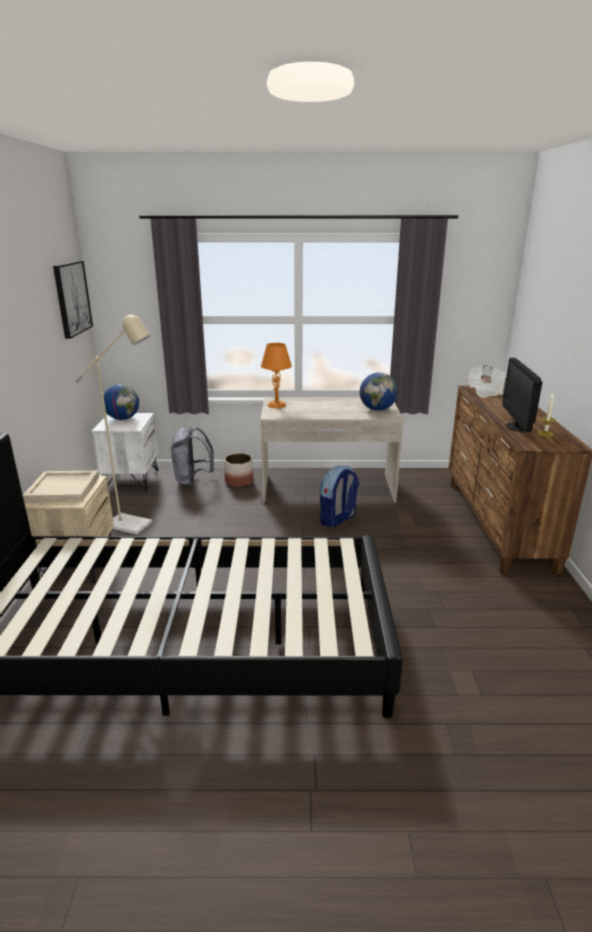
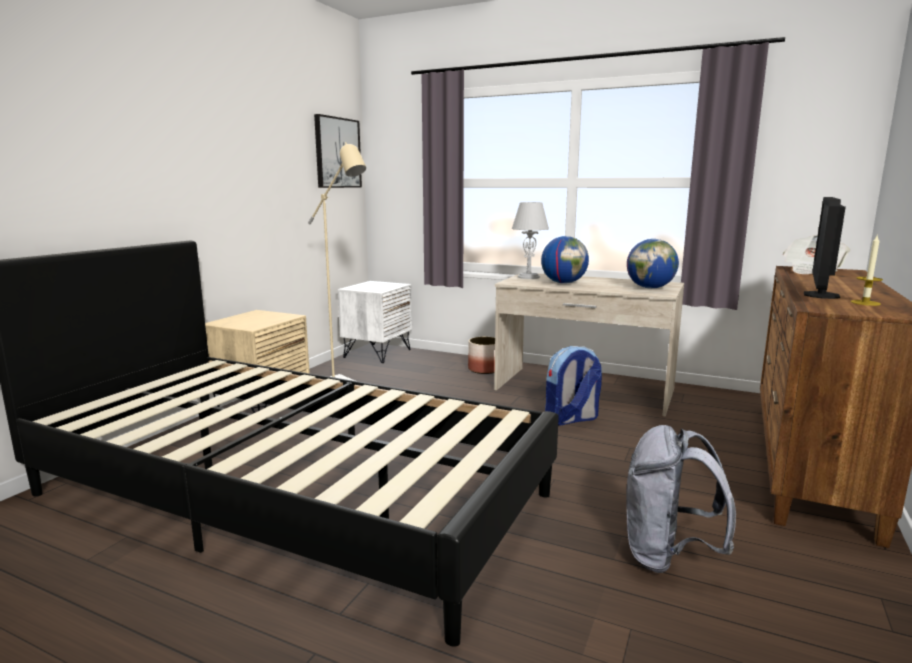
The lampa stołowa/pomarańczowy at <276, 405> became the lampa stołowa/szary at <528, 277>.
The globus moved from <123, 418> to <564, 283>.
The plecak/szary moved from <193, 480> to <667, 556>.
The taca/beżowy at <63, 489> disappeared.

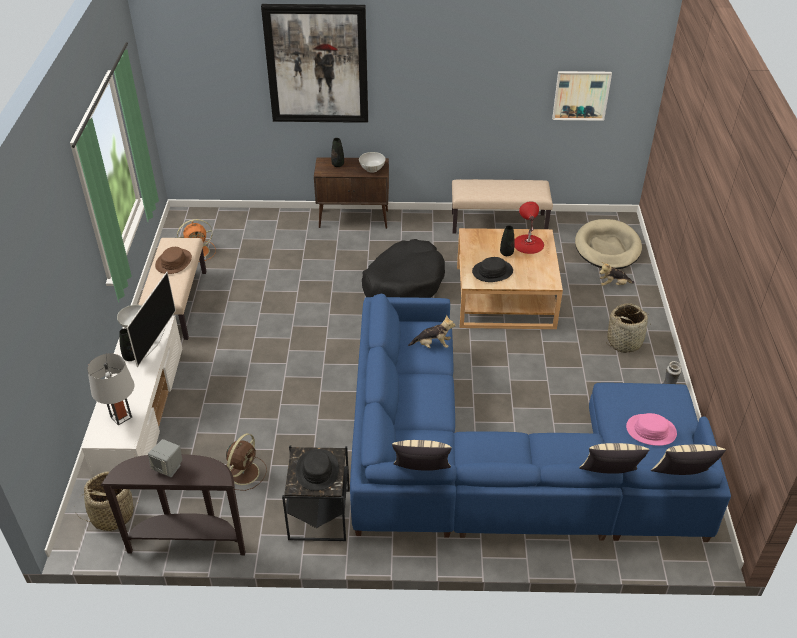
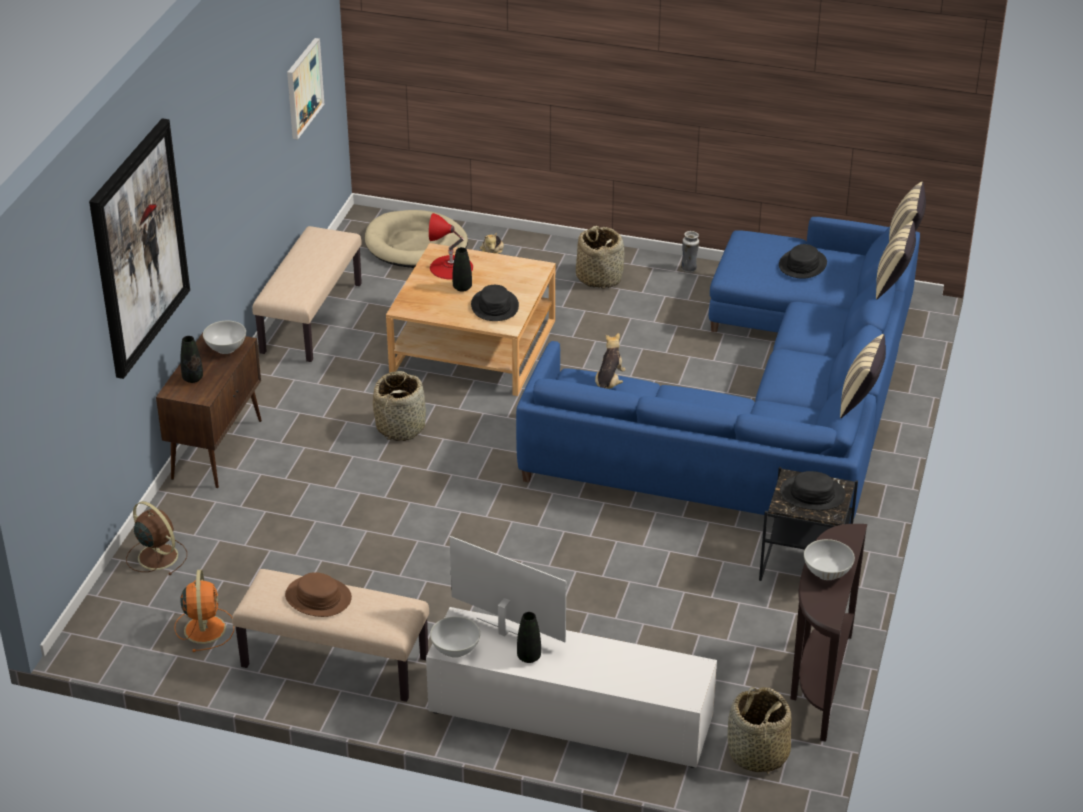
The legowisko/czarny at <403, 283> was replaced by the koszyk at <401, 427>.
The lampa stołowa/szary at <121, 417> disappeared.
The kapelusz/różowy at <651, 430> became the kapelusz/czarny at <802, 265>.
The wentylator/brązowy moved from <245, 472> to <156, 556>.
The głośnik/szary at <168, 468> was replaced by the miska/biały at <827, 572>.

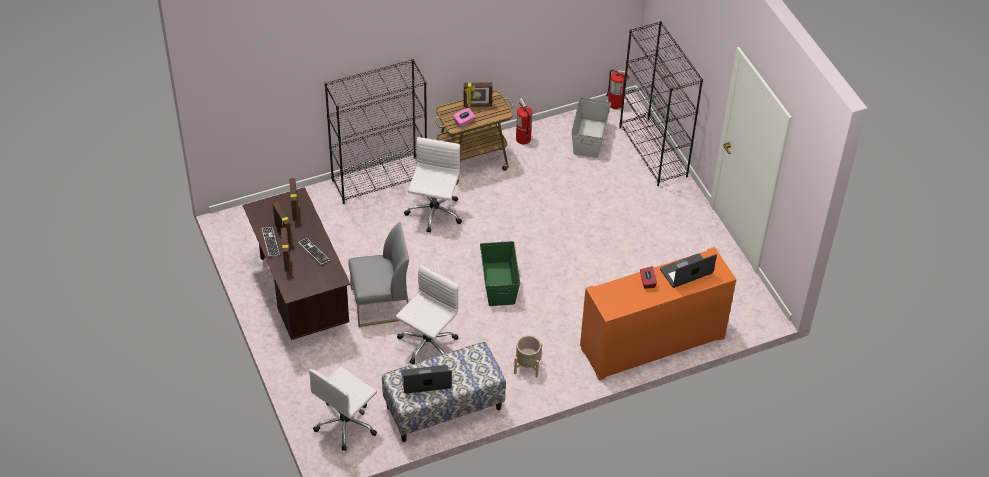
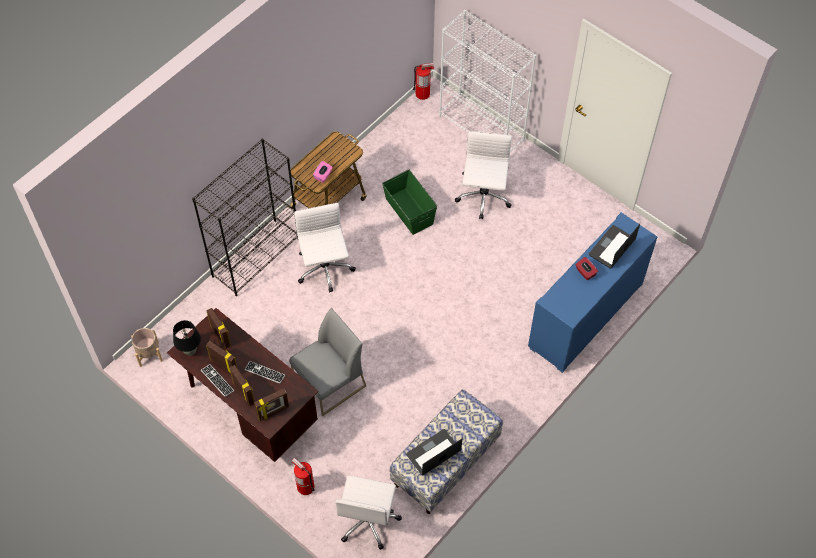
The regał/czarny at <653, 152> became the regał/biały at <482, 128>.
The ramka na zdjęcie moved from <477, 105> to <273, 412>.
The pojemnik do przechowywania/szary at <589, 138> disappeared.
The gaśnica moved from <523, 139> to <305, 487>.
The pojemnik do przechowywania/zielony moved from <498, 284> to <409, 211>.
The szafka/pomarańczowy at <652, 342> became the szafka/niebieski at <586, 315>.
The krzesło biurowe/biały moved from <427, 345> to <483, 198>.
The donica/beżowy moved from <527, 366> to <149, 354>.
The lampa stołowa/czarny at <190, 351> appeared.

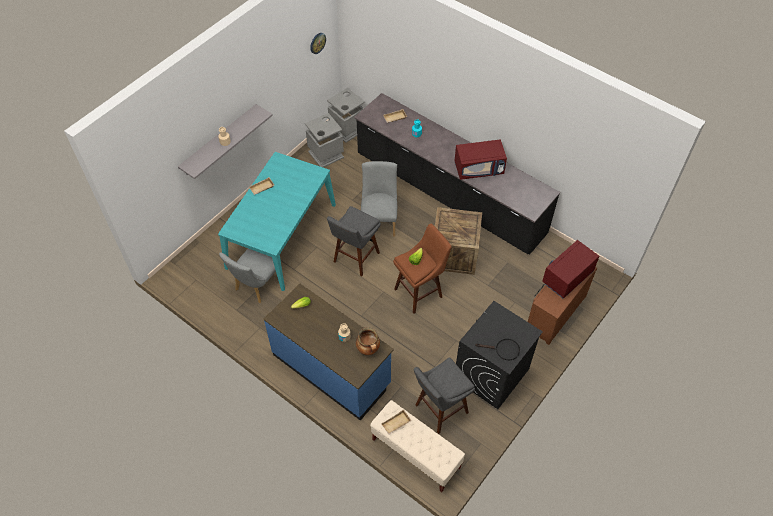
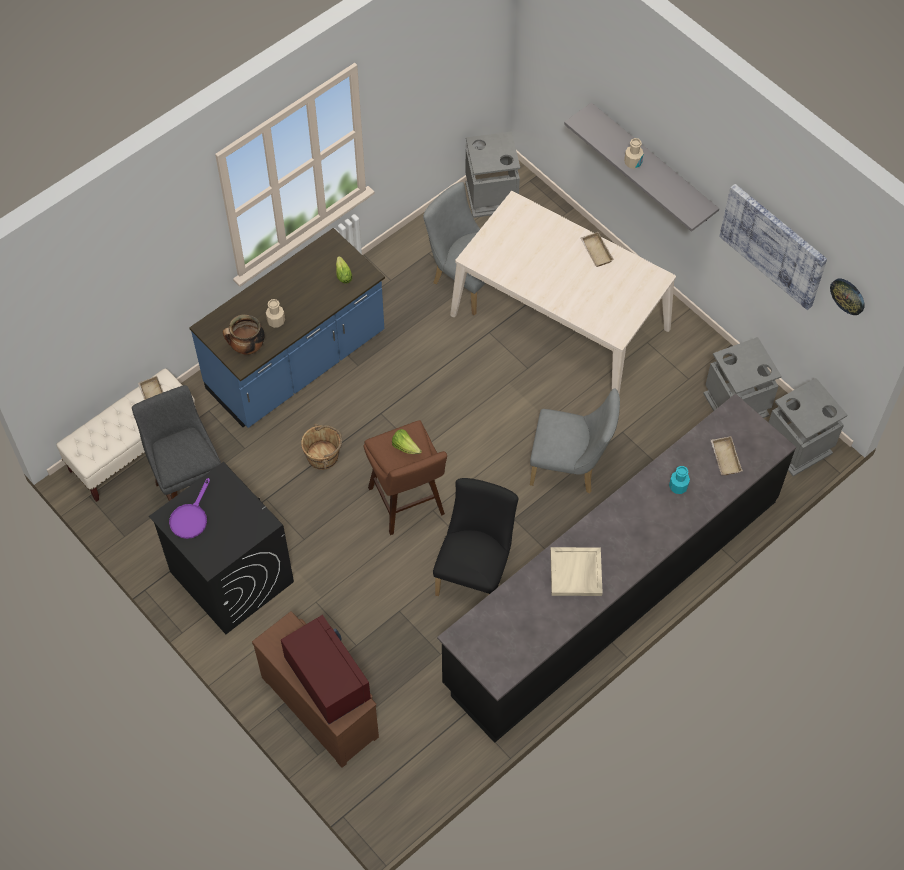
The mikrofalówka/czerwony at <479, 169> was replaced by the taca/beżowy at <576, 573>.
The stół jadalny/turkusowy at <281, 235> became the stół jadalny/beżowy at <560, 321>.
The stołek/szary at <355, 259> disappeared.
The skrzynka at <454, 254> was replaced by the krzesło/czarny at <475, 571>.
The patelnia/czarny at <503, 350> became the patelnia/fioletowy at <190, 517>.
The kosz na śmieci/szary at <492, 197> appeared.
The obraz at <774, 245> appeared.
The wiadro/brązowy at <323, 456> appeared.

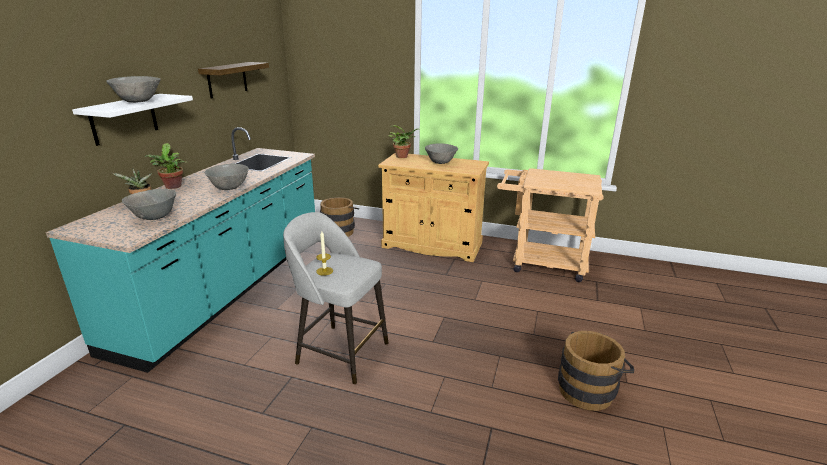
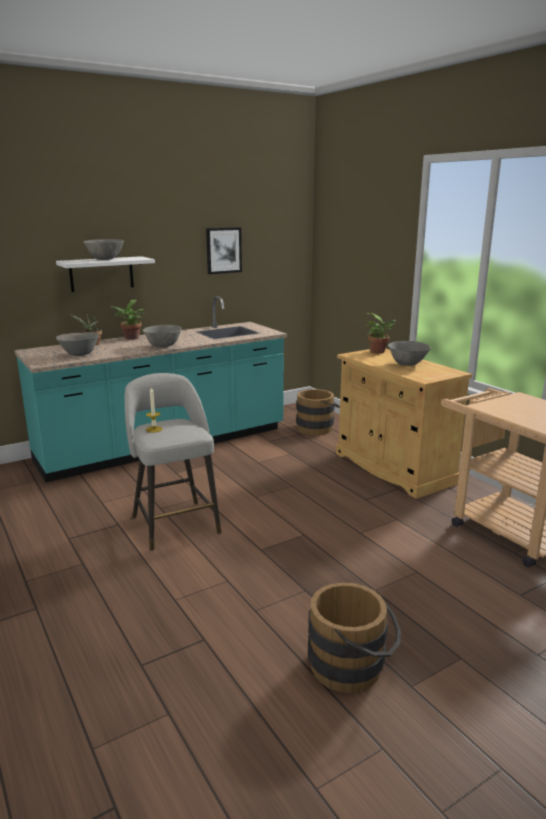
The półka at <227, 79> was replaced by the obraz at <223, 250>.

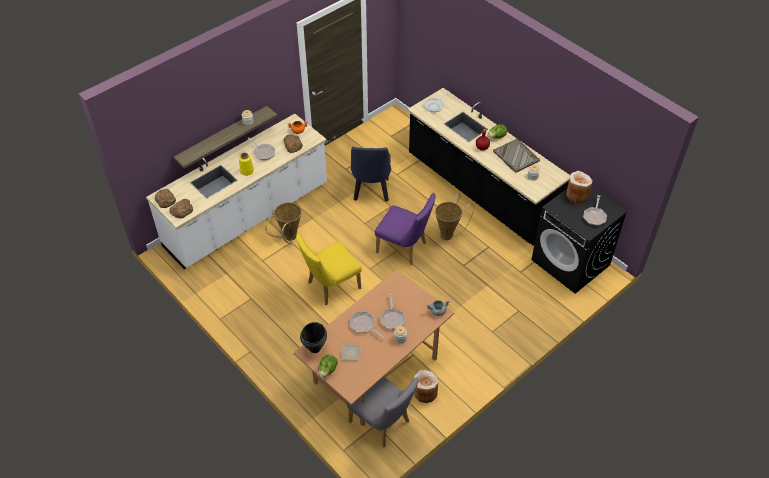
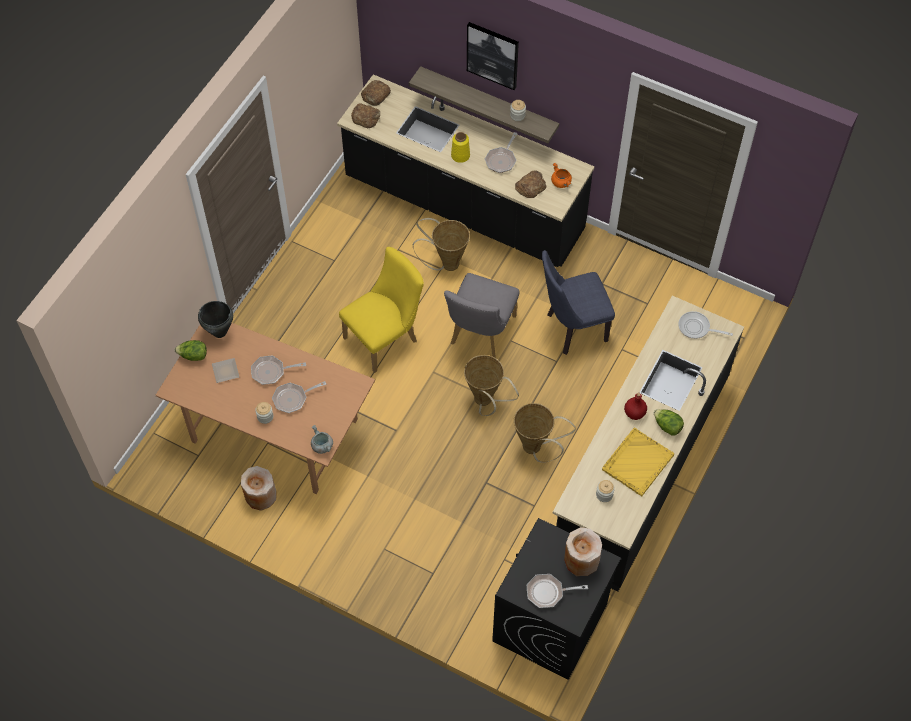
The zabudowa kuchenna/biały at <247, 216> became the zabudowa kuchenna/czarny at <464, 205>.
The taca/szary at <516, 156> became the taca/żółty at <637, 463>.
The krzesło/fioletowy at <405, 248> was replaced by the koszyk at <485, 402>.
The krzesło/żółty at <330, 287> turned 105 degrees clockwise.
The patelnia at <364, 325> turned 120 degrees counterclockwise.
The krzesło/szary moved from <383, 424> to <480, 334>.
The obraz at <493, 55> appeared.

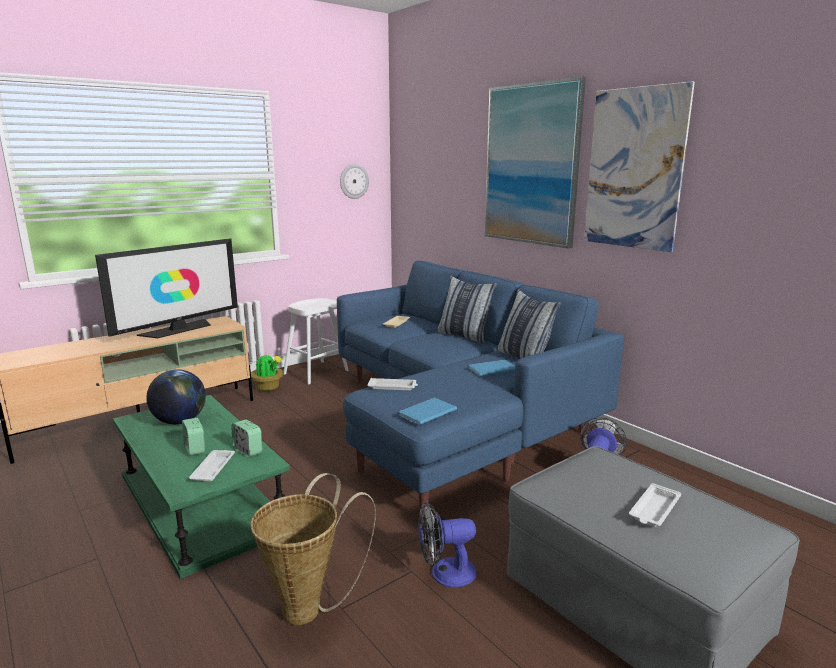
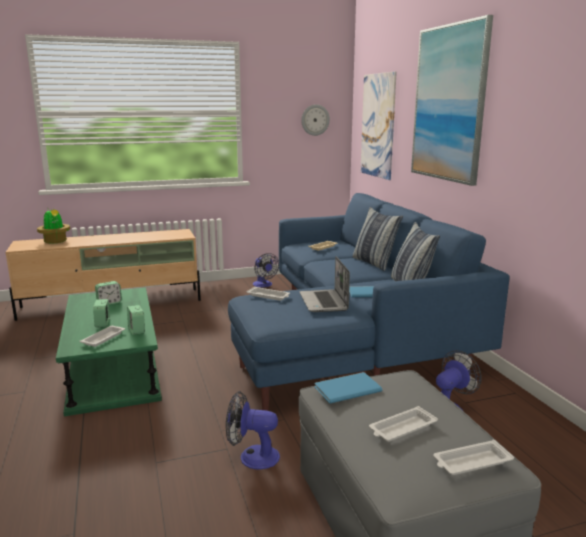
The obraz moved from <634, 169> to <377, 126>.
The telewizor at <178, 329> disappeared.
The stołek/biały at <316, 372> was replaced by the wentylator at <264, 285>.
The roślina doniczkowa moved from <268, 387> to <55, 241>.
The globus at <180, 421> was replaced by the budzik at <109, 303>.
The książka/niebieski moved from <425, 412> to <345, 388>.
The koszyk at <309, 607> disappeared.
The laptop at <324, 302> appeared.
The taca/biały at <471, 462> appeared.

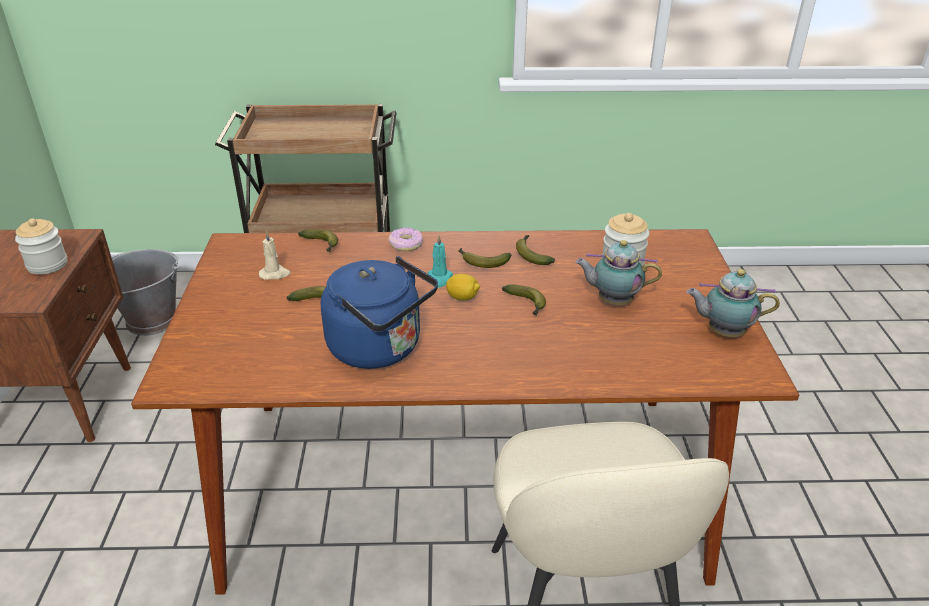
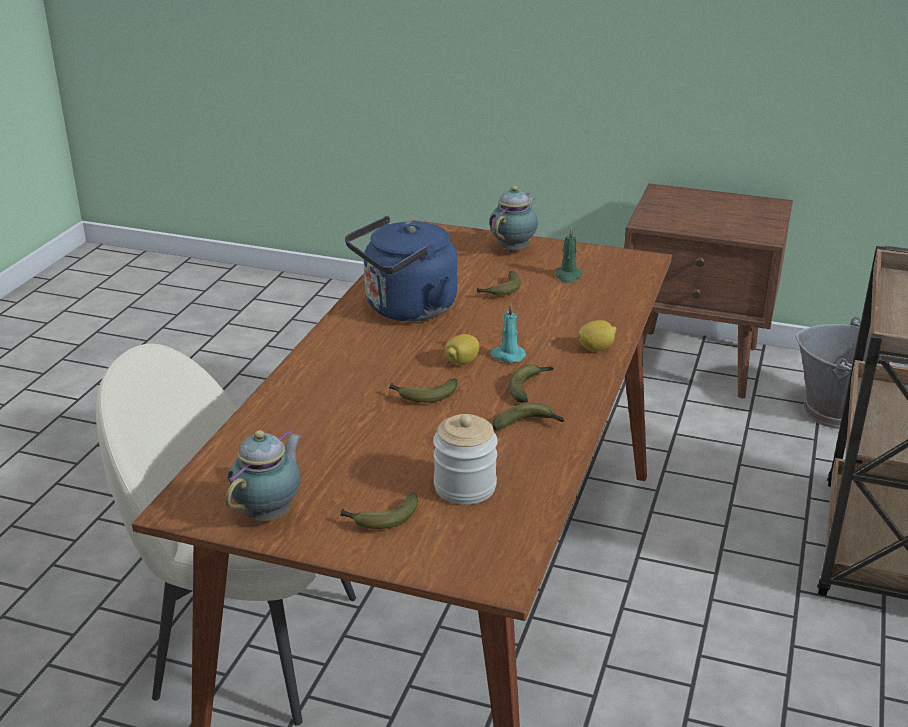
The słoik at <47, 265> disappeared.
The donut at <406, 244> was replaced by the cytryna at <596, 348>.
The banan moved from <321, 245> to <380, 519>.
The świeca/beżowy at <275, 274> became the świeca/zielony at <568, 276>.
The imbryk moved from <612, 301> to <514, 249>.

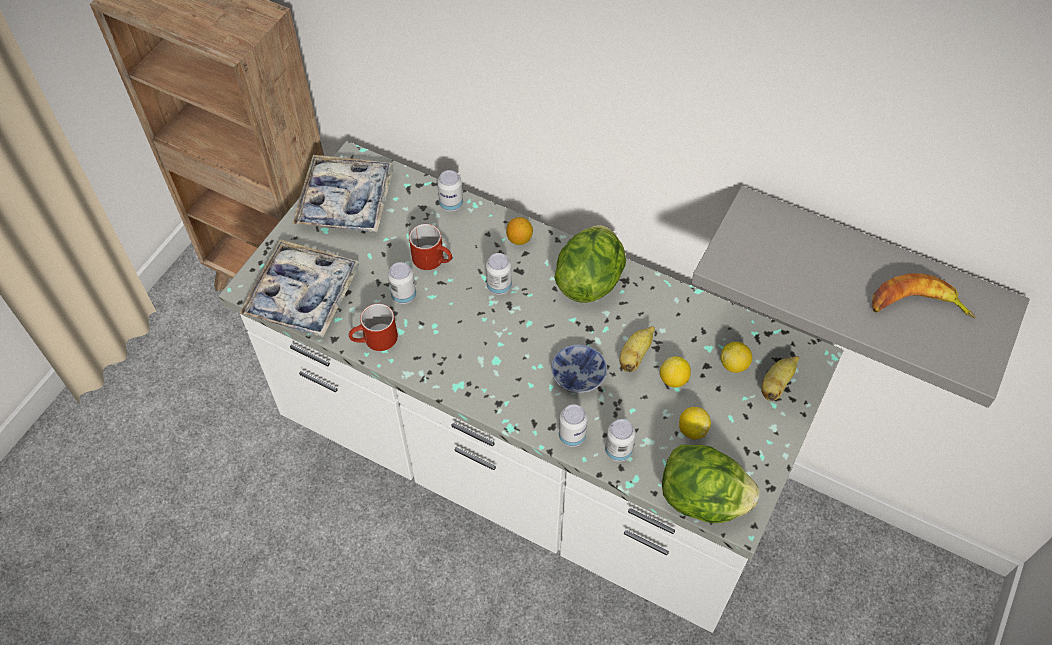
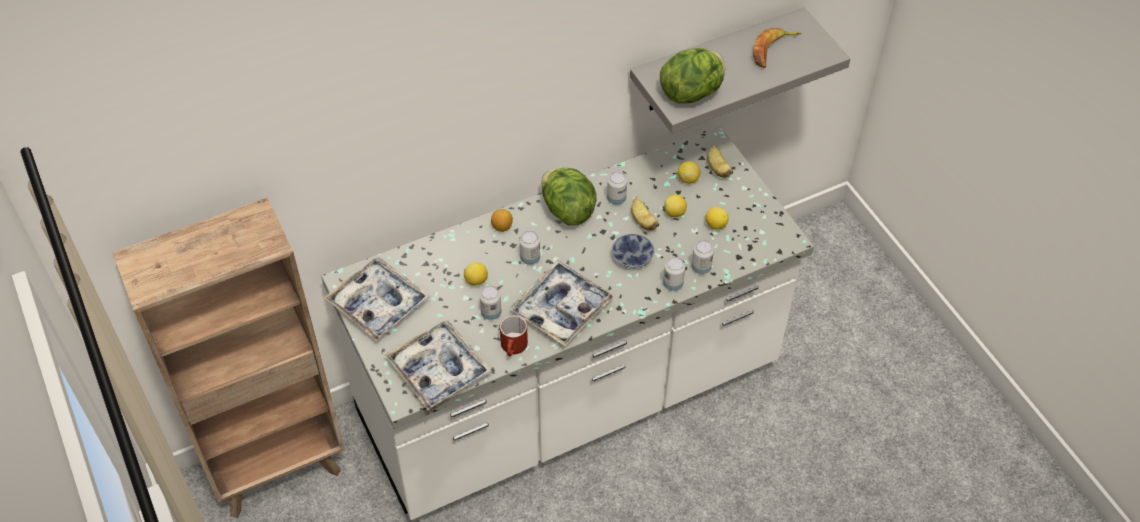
The puszka moved from <451, 204> to <616, 199>.
The kubek/czerwony at <434, 259> was replaced by the cytryna at <476, 281>.
The sałata moved from <703, 499> to <692, 93>.
The taca at <561, 308> appeared.

